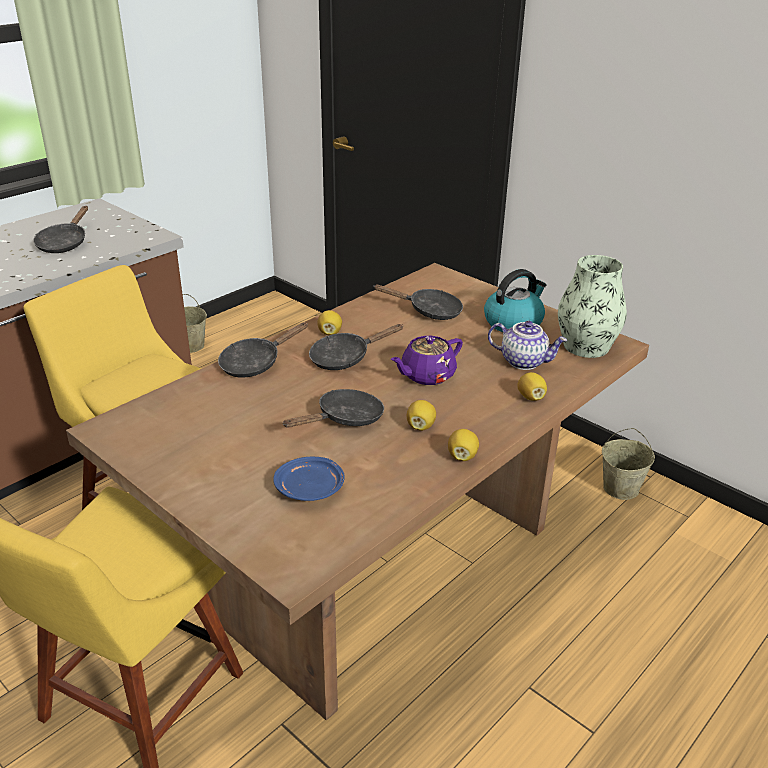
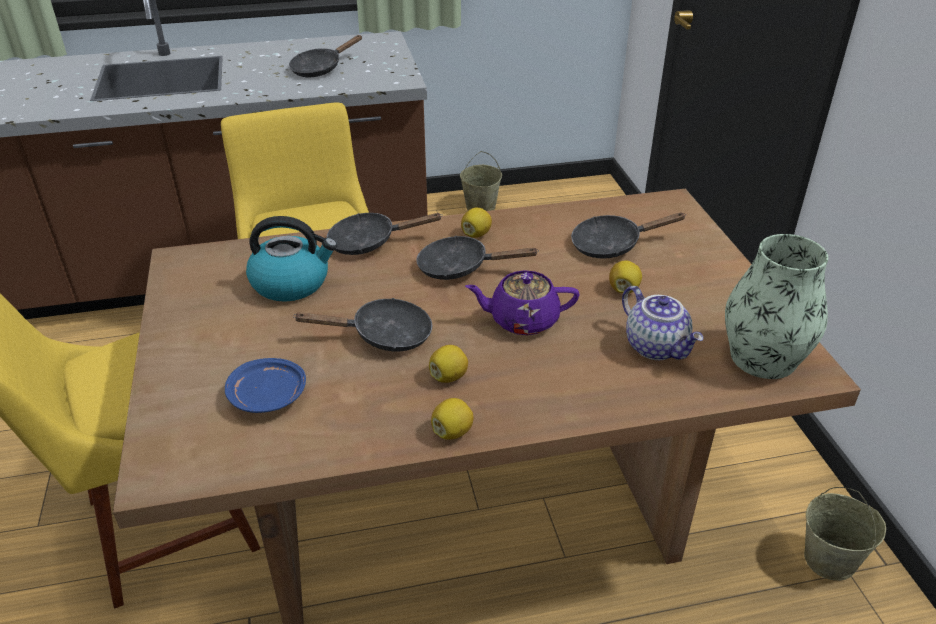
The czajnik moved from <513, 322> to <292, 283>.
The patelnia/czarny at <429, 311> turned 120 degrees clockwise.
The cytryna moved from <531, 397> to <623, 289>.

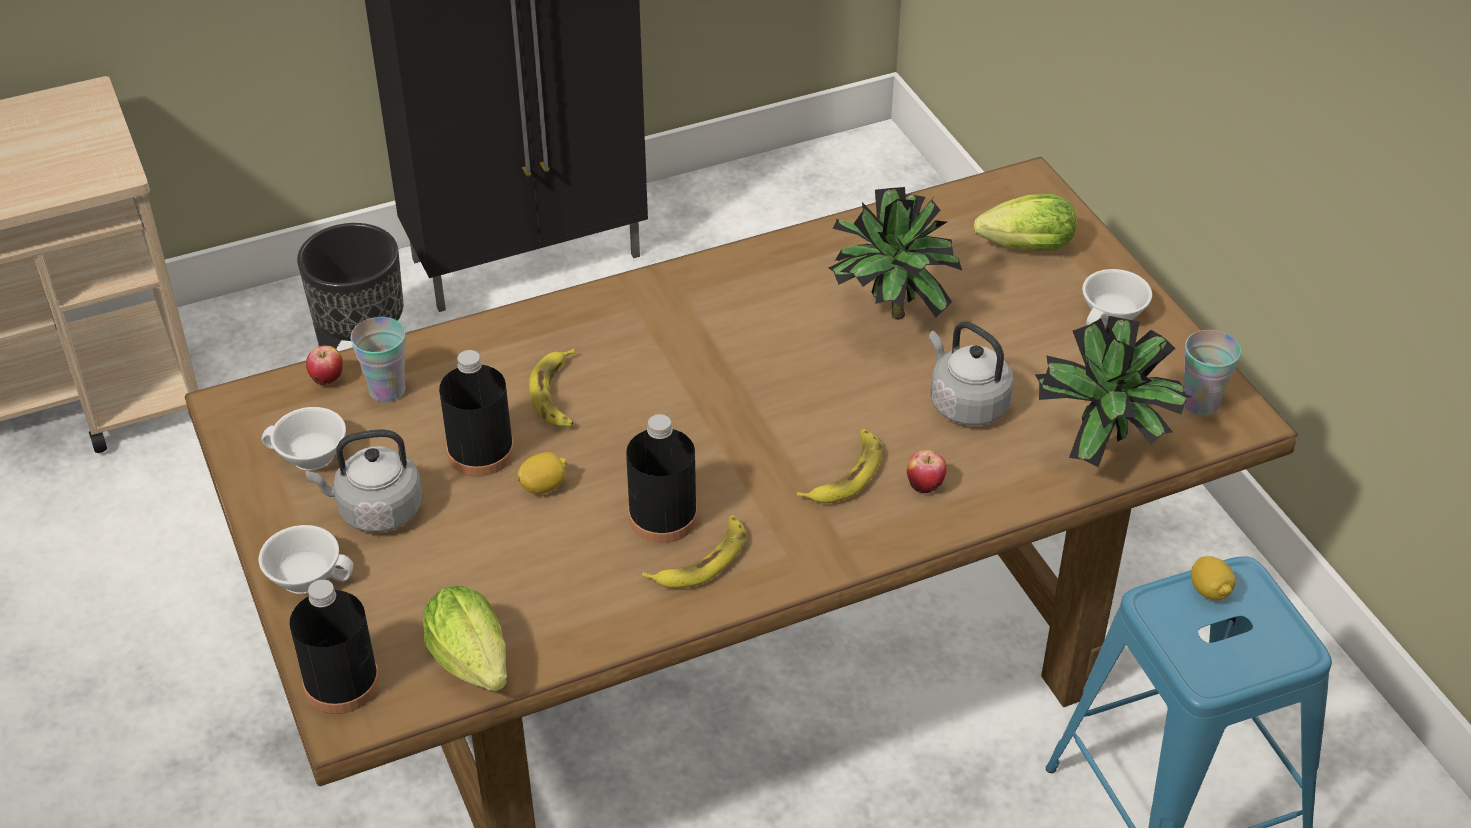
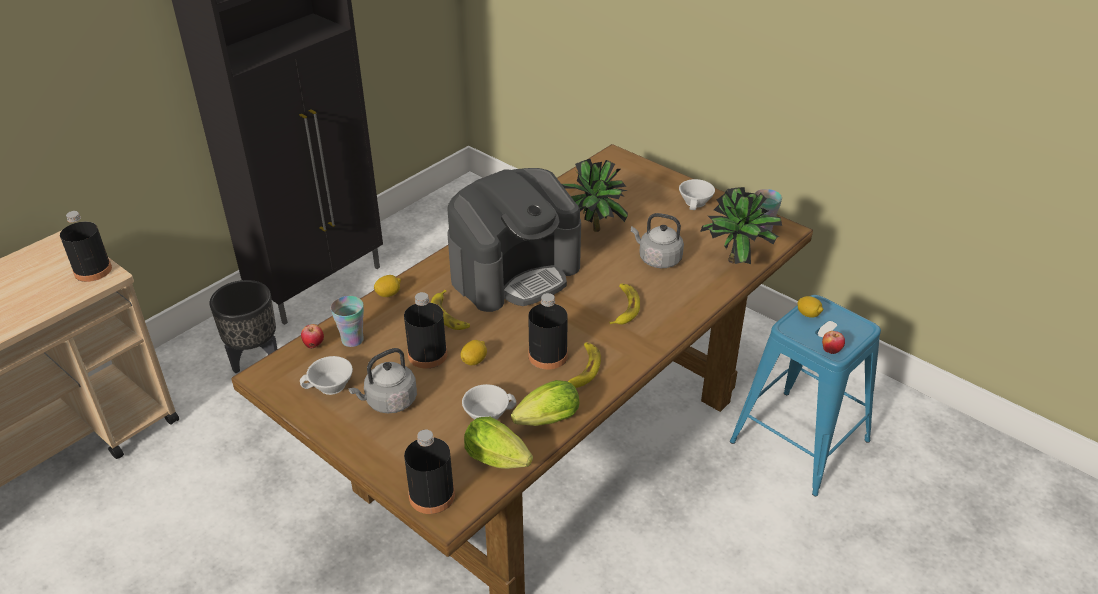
The sałata moved from <1021, 248> to <544, 422>.
The jabłko moved from <925, 486> to <831, 350>.
The filiżanka/biały moved from <307, 574> to <487, 413>.
The ekspres do kawy at <515, 272> appeared.
The butelka/czarny at <93, 270> appeared.
The cytryna at <388, 294> appeared.

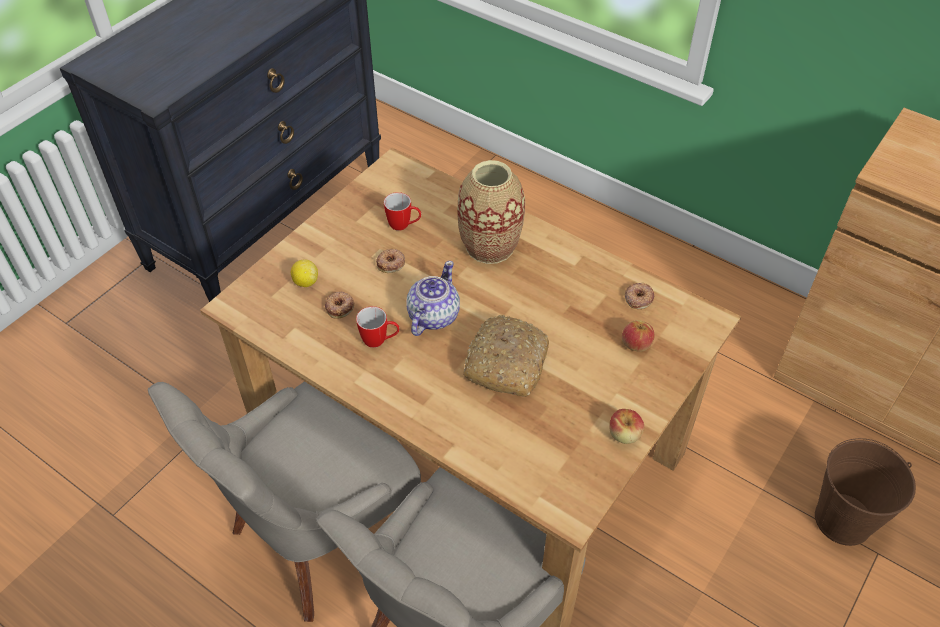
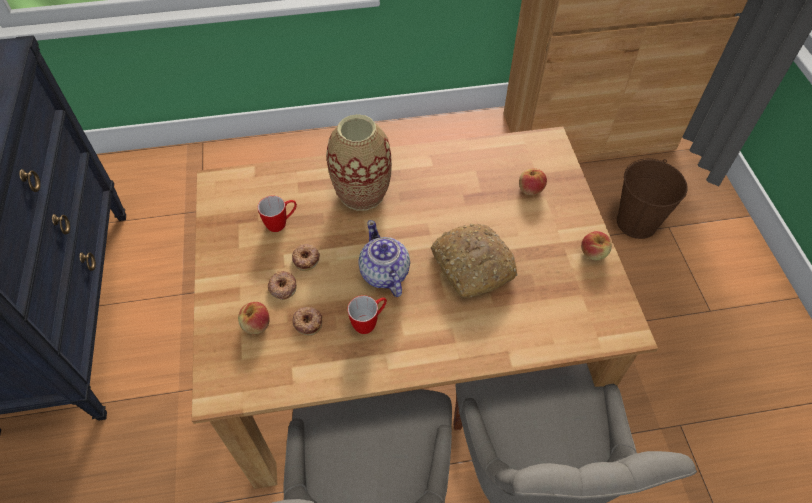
The cytryna at <305, 282> was replaced by the jabłko at <256, 325>.
The donut moved from <638, 298> to <282, 287>.

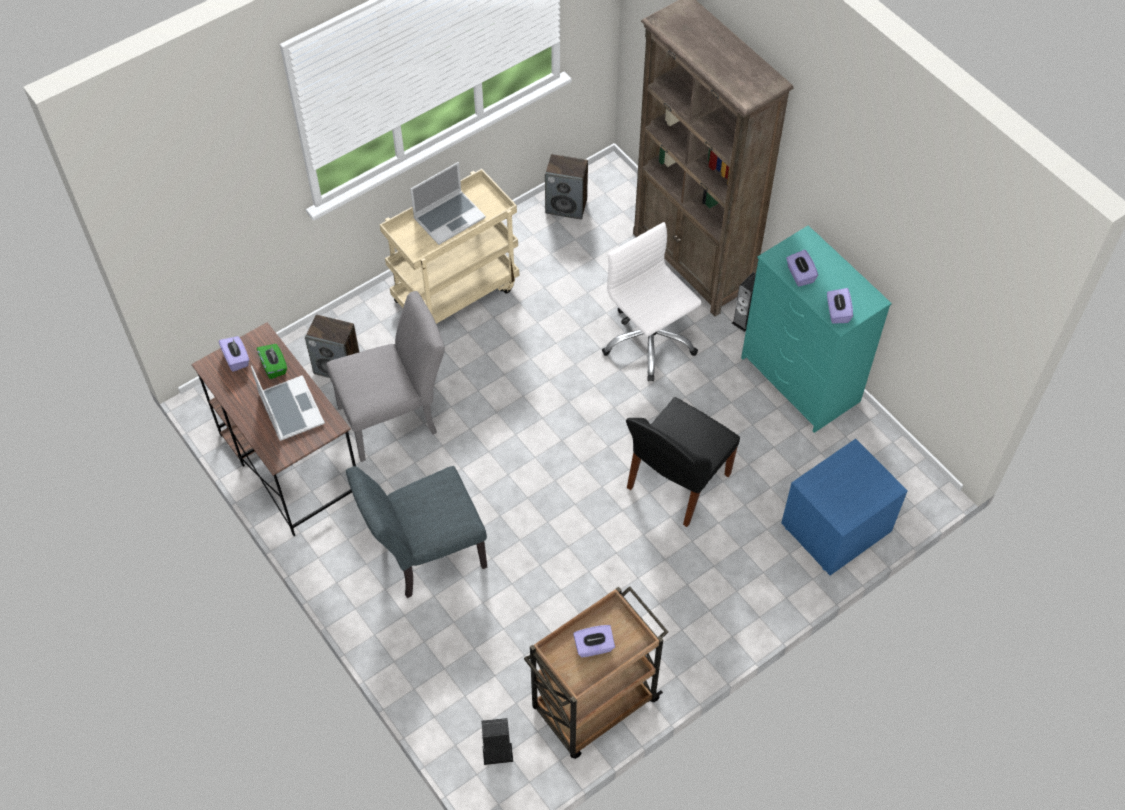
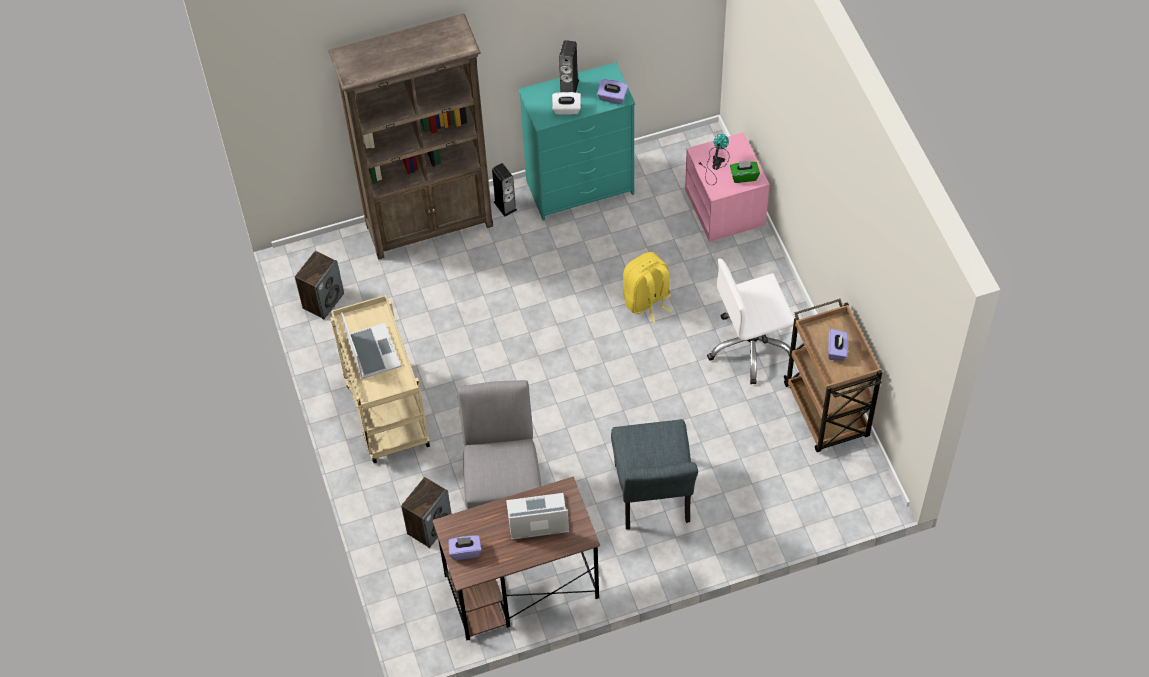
The krzesło biurowe/biały moved from <648, 341> to <750, 347>.
The pudełko chusteczek/fioletowy at <799, 275> became the pudełko chusteczek/biały at <566, 109>.
The pudełko chusteczek/zielony moved from <274, 366> to <744, 176>.
The krzesło/czarny at <676, 483> was replaced by the plecak/żółty at <647, 301>.
The szafka nocna/niebieski at <836, 529> became the szafka nocna/różowy at <726, 208>.
The głośnik moved from <497, 753> to <569, 87>.
The lampa stołowa at <714, 164> appeared.

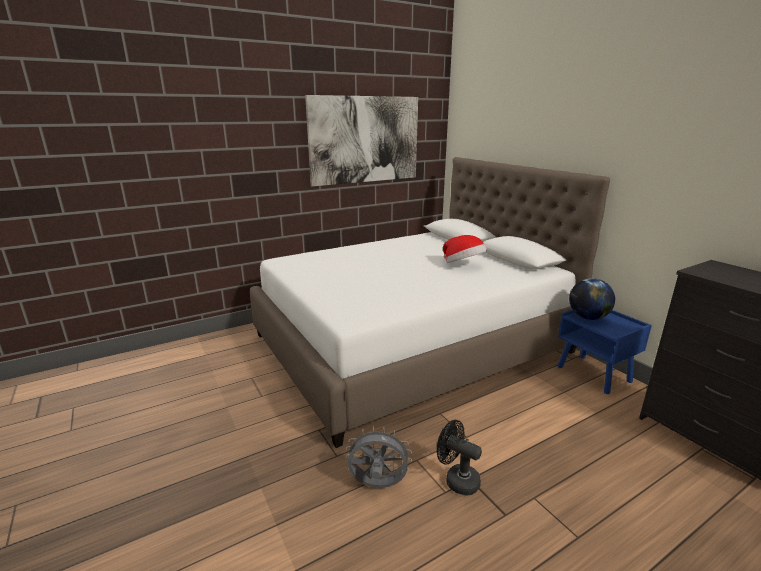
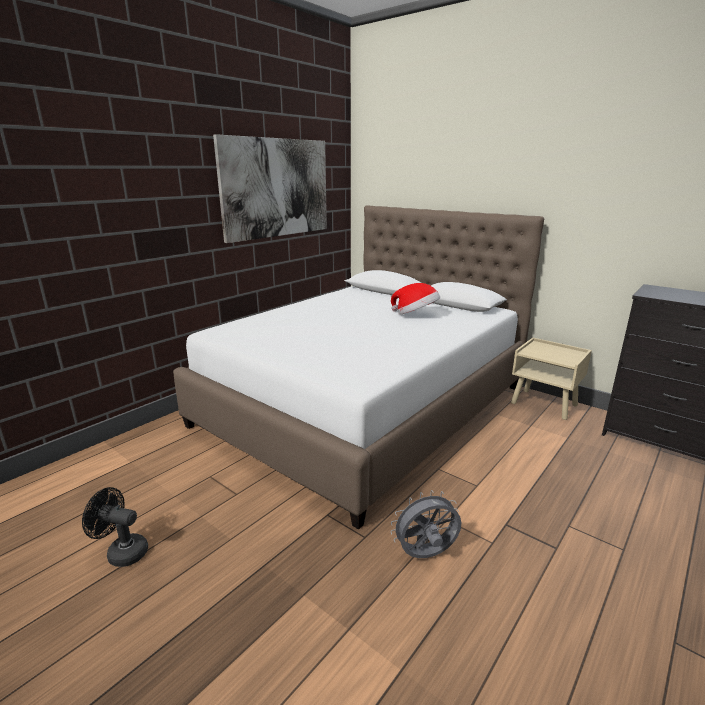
The globus at <588, 317> disappeared.
The szafka nocna/niebieski at <594, 374> became the szafka nocna/beżowy at <544, 404>.
The wentylator/czarny moved from <457, 479> to <122, 552>.

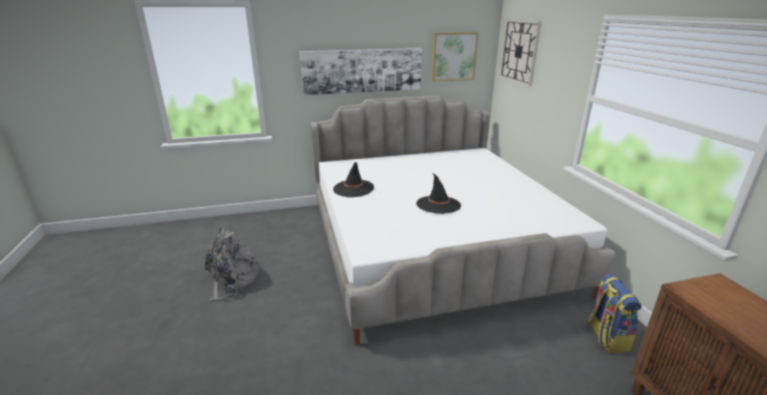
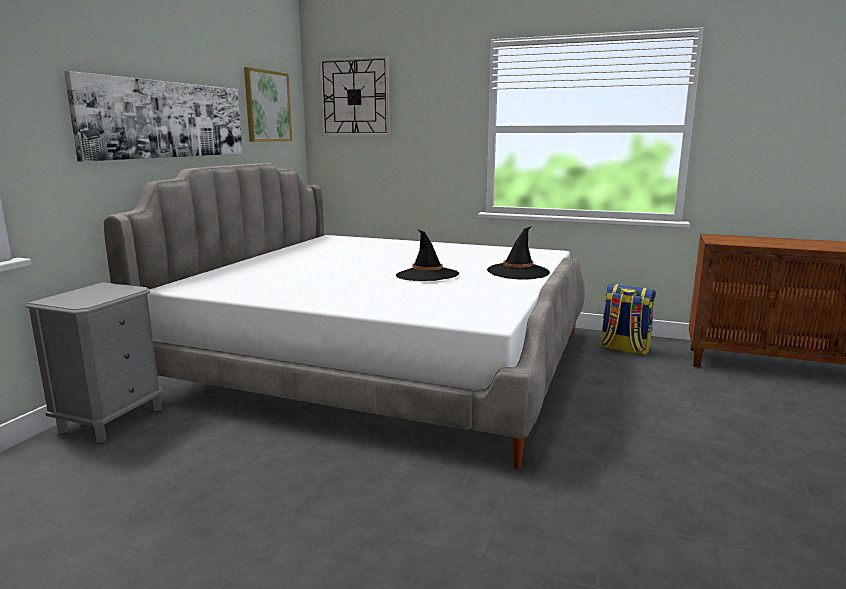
The kapelusz/czarny moved from <353, 188> to <518, 272>.
The plecak/szary at <233, 280> disappeared.
The szafka nocna/szary at <112, 419> appeared.

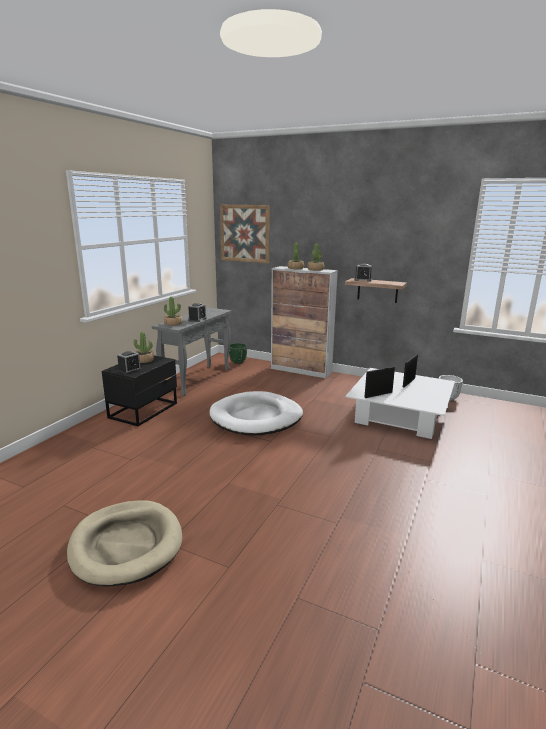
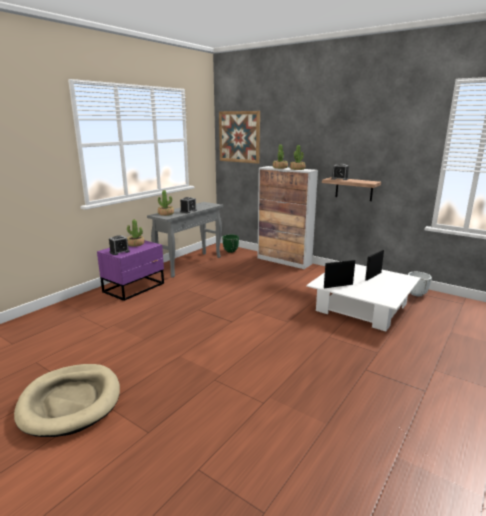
The szafka nocna/czarny at <145, 410> became the szafka nocna/fioletowy at <135, 288>.
The legowisko/biały at <256, 417> disappeared.

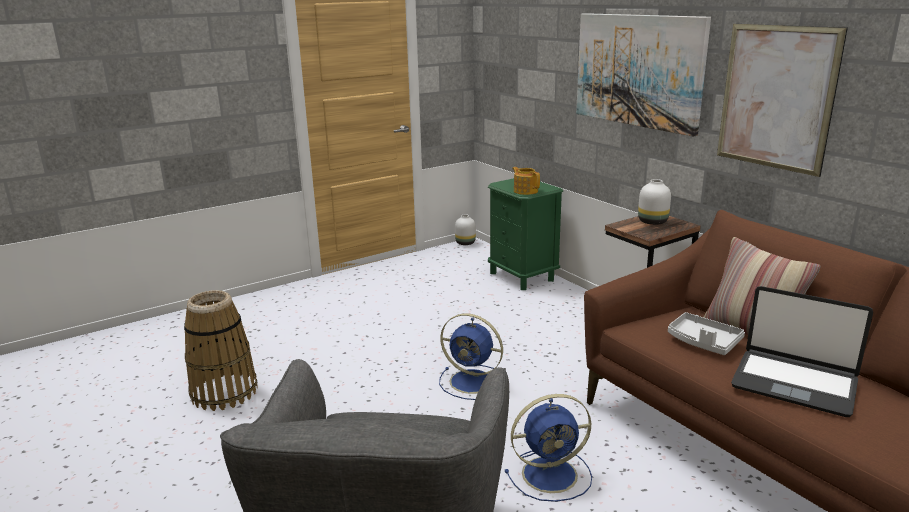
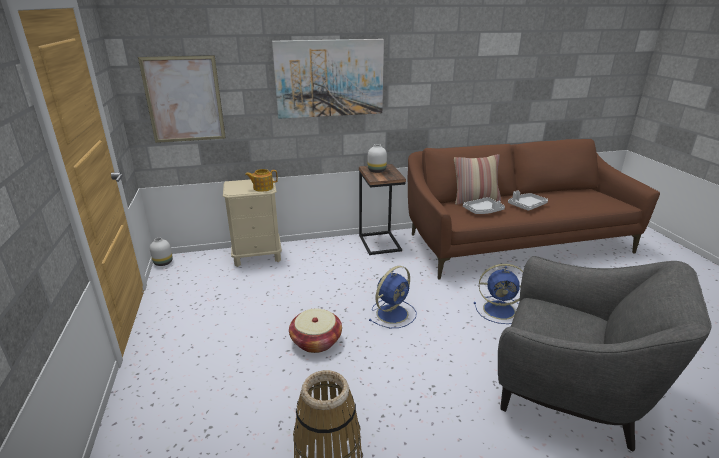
The obraz moved from <776, 97> to <184, 99>.
The szafka nocna/zielony at <522, 276> became the szafka nocna/beżowy at <257, 255>.
The laptop at <794, 383> was replaced by the taca/szary at <526, 206>.
The wentylator/niebieski at <552, 474> turned 90 degrees clockwise.
The koszyk at <316, 341> appeared.

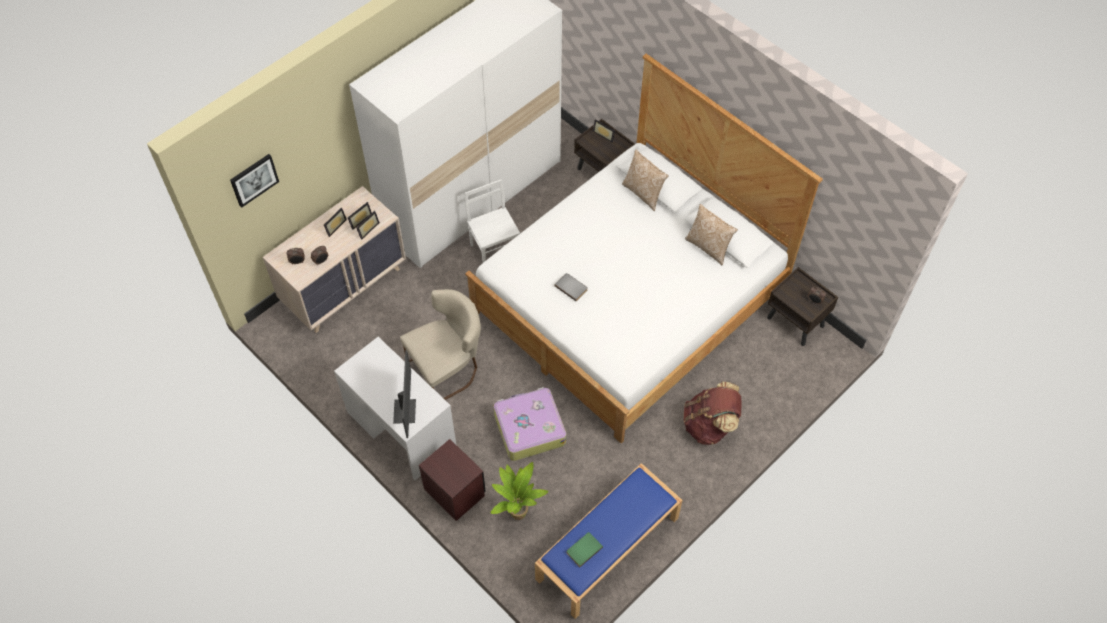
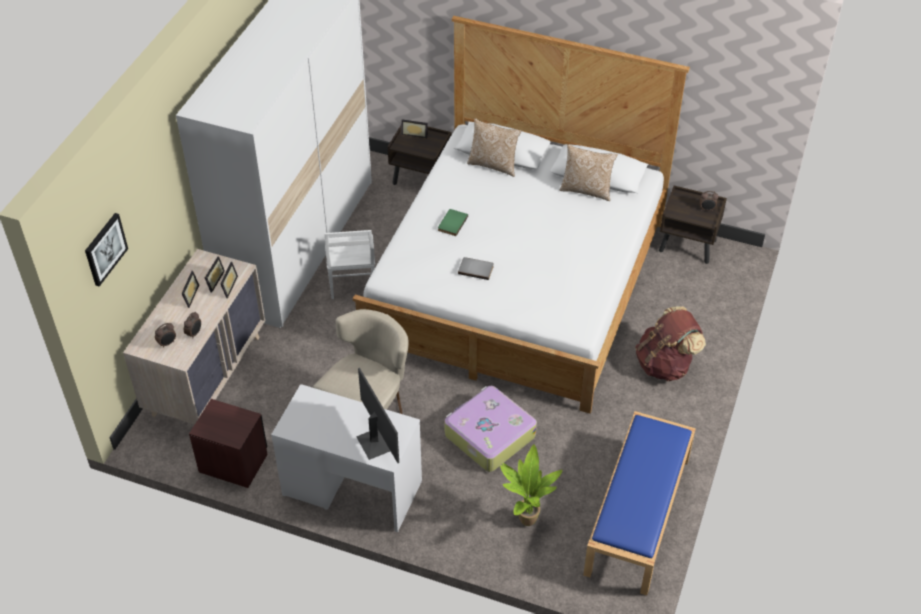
The krzesło/biały at <495, 250> turned 135 degrees counterclockwise.
The szafka nocna/brązowy moved from <454, 492> to <233, 462>.
The książka/zielony moved from <583, 549> to <451, 223>.

